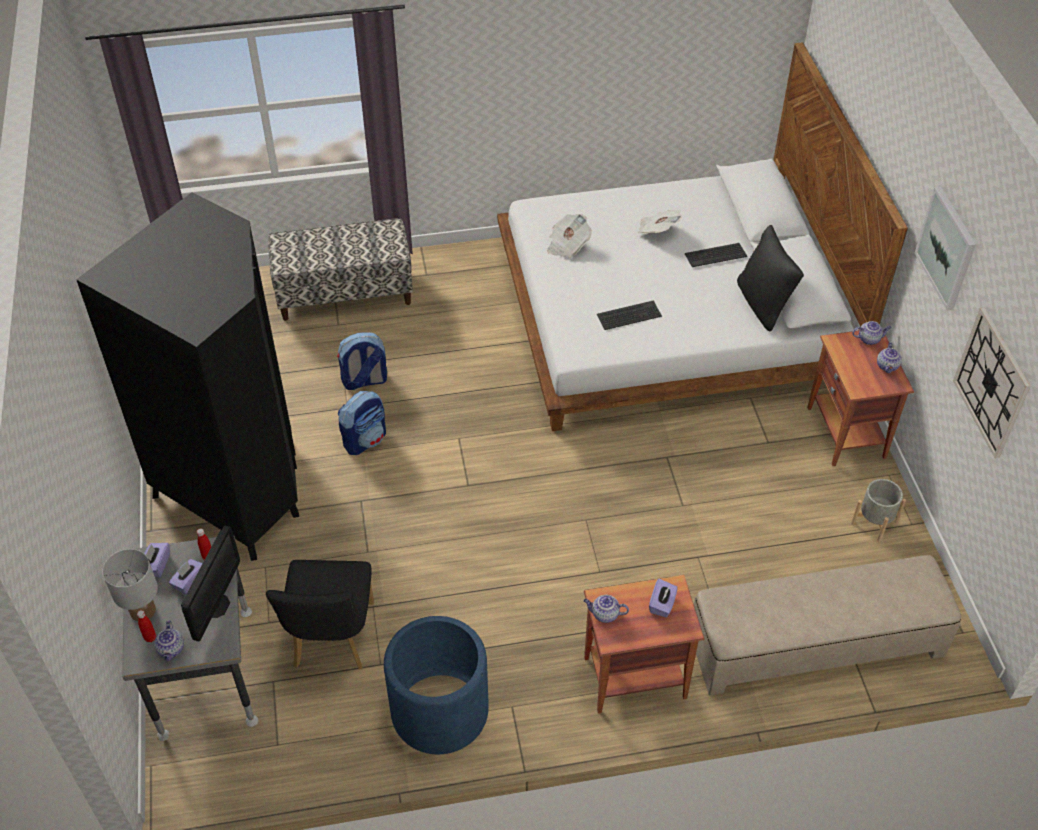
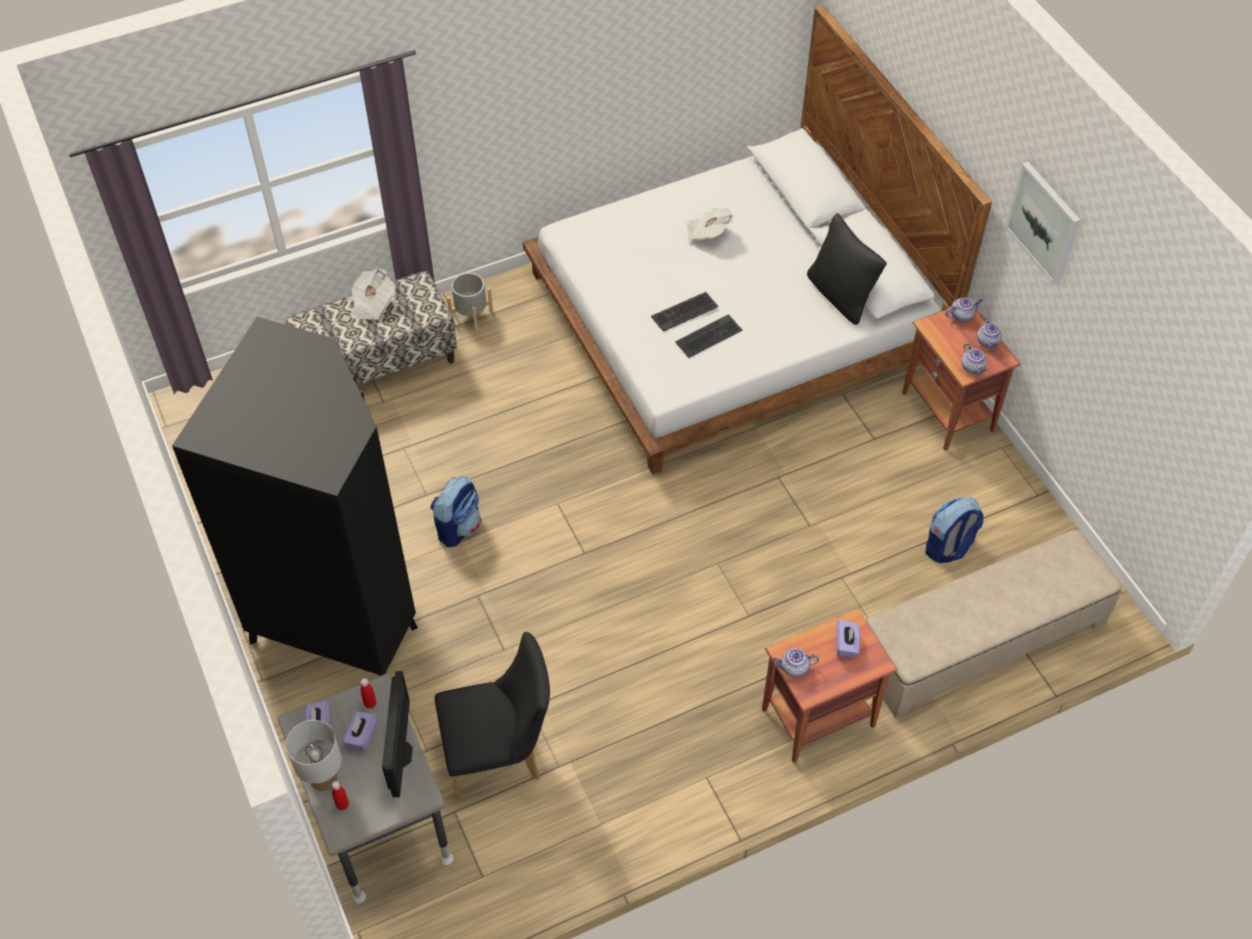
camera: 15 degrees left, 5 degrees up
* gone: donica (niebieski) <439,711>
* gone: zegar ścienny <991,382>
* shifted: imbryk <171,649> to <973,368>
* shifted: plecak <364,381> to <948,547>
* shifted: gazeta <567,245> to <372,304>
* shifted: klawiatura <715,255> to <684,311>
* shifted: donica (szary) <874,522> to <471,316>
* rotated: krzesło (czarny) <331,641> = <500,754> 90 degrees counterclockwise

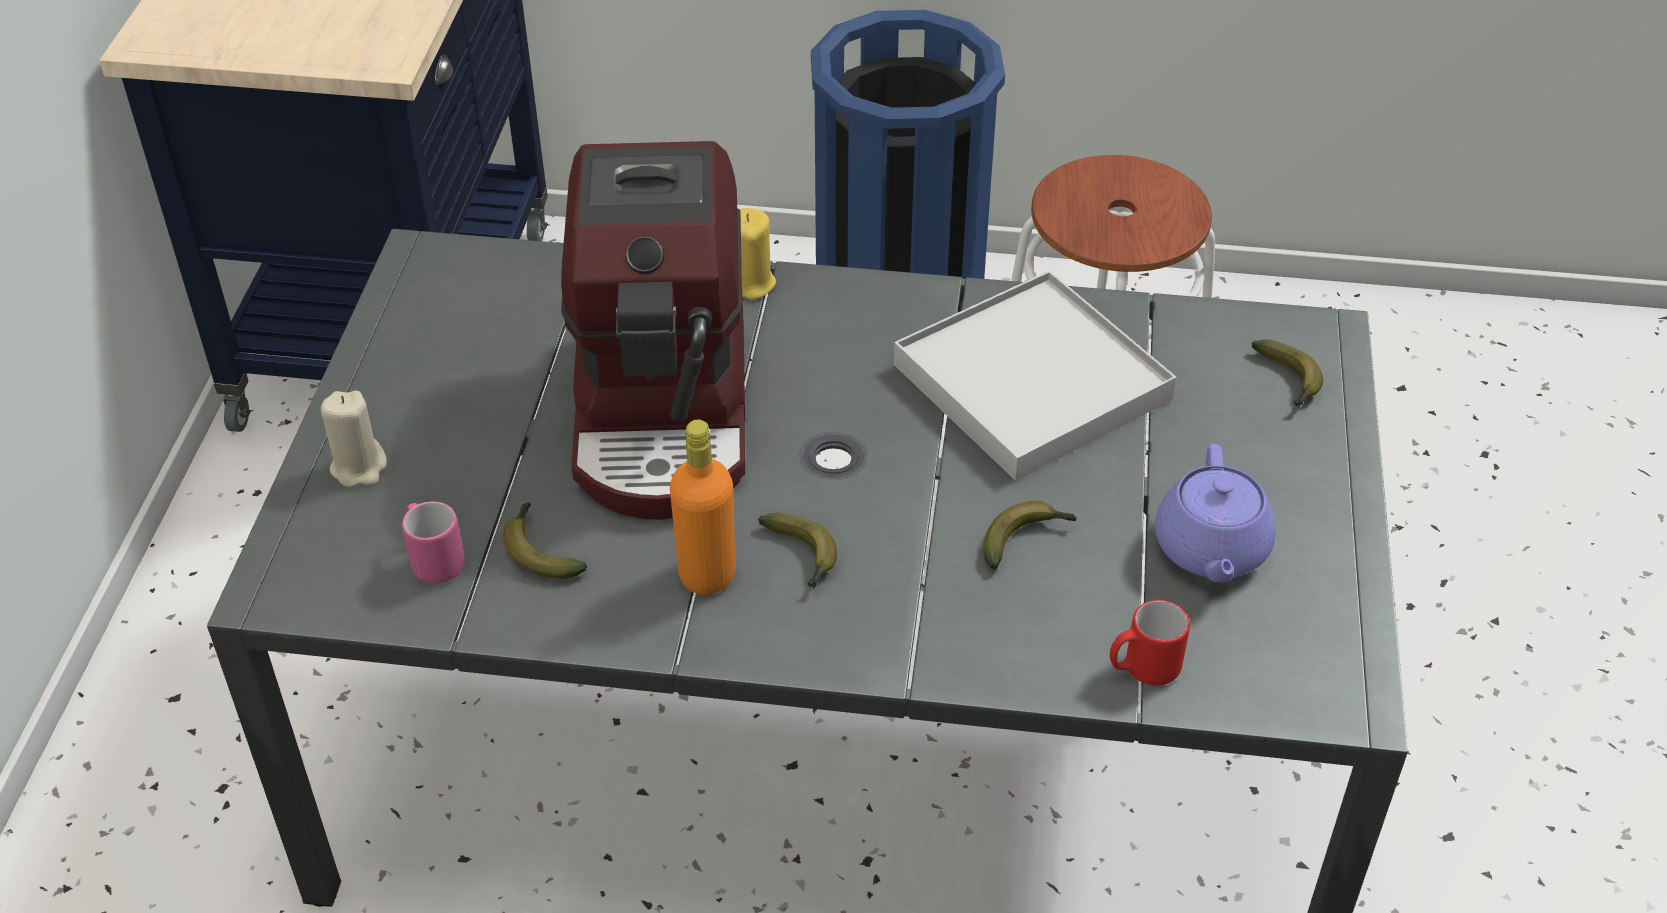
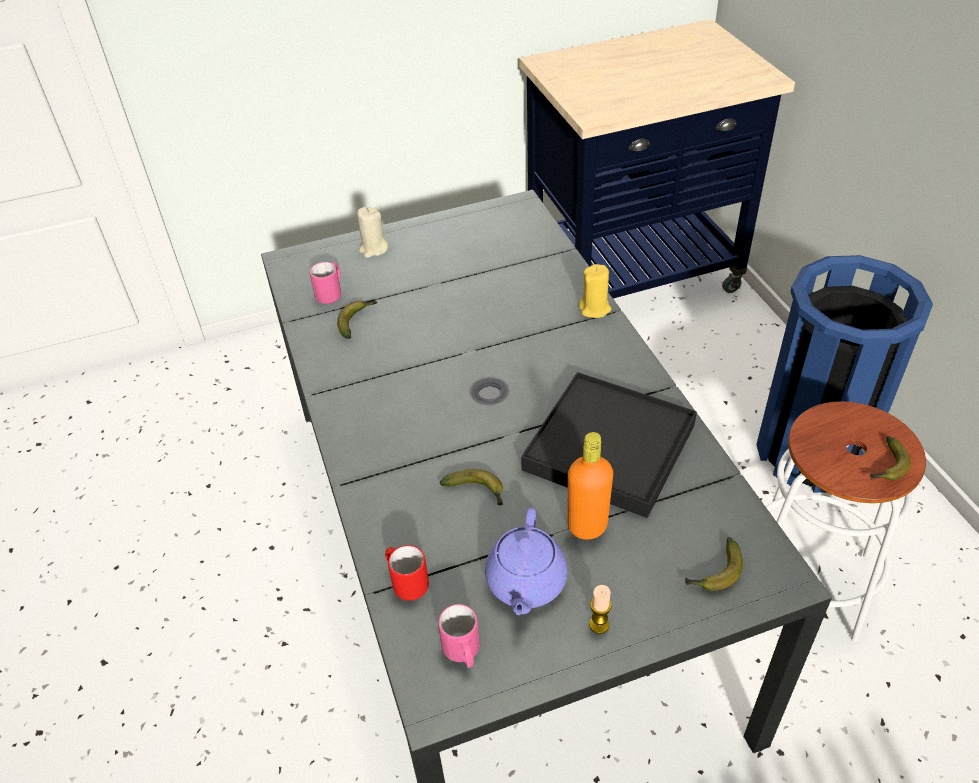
camera: 65 degrees right, 0 degrees up
* gone: ekspres do kawy <666,413>
* new: kubek (różowy) <463,653>
* new: świeca <599,624>
* shifted: butelka (pomarańczowy) <707,574> to <587,526>
* shifted: banan <802,557> to <887,467>
* repainted: taca (biały) <1031,382> to taca (czarny) <609,447>
* rotated: imbryk (fioletowy) <1211,550> = <525,583> 60 degrees counterclockwise

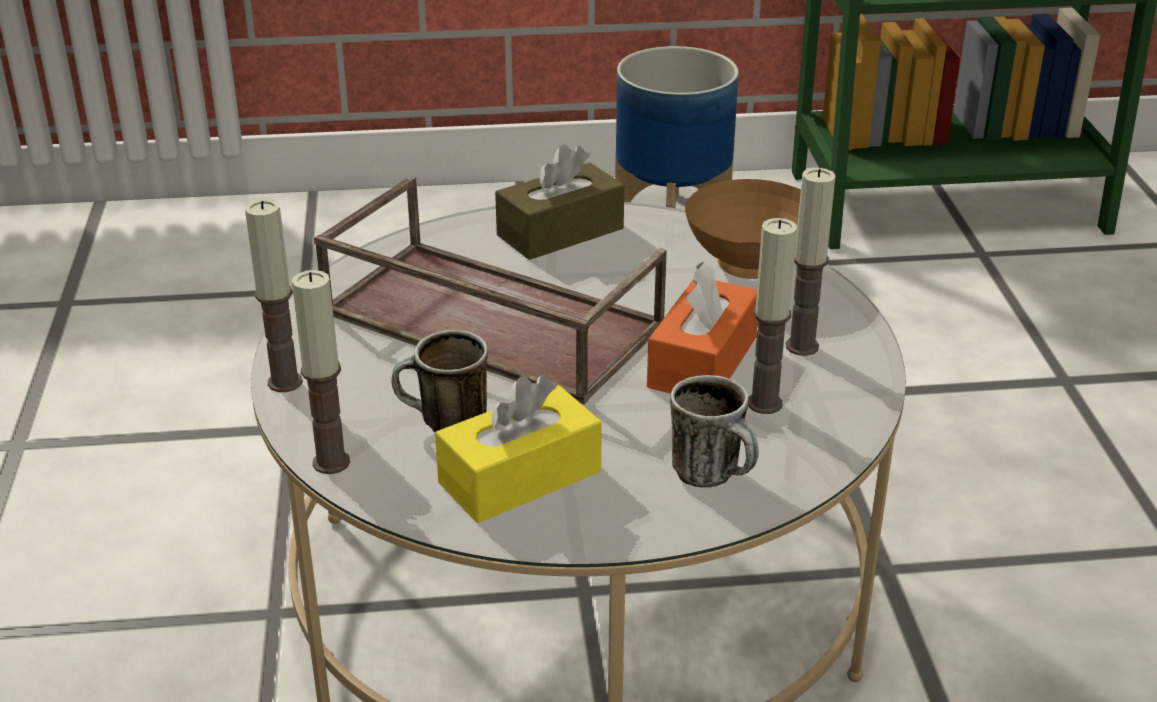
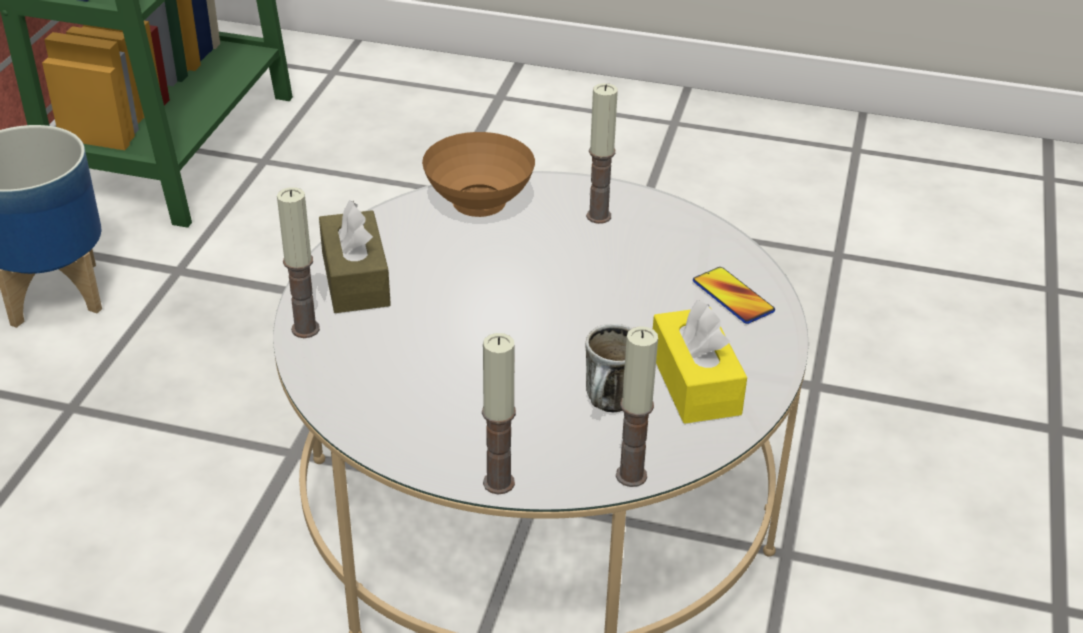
camera: 70 degrees left, 5 degrees up
* gone: taca (brązowy) <487,320>
* gone: pudełko chusteczek (pomarańczowy) <702,362>
* shifted: świeca <765,403> to <305,329>
* swapped: kubek <715,477> to telefon <733,297>

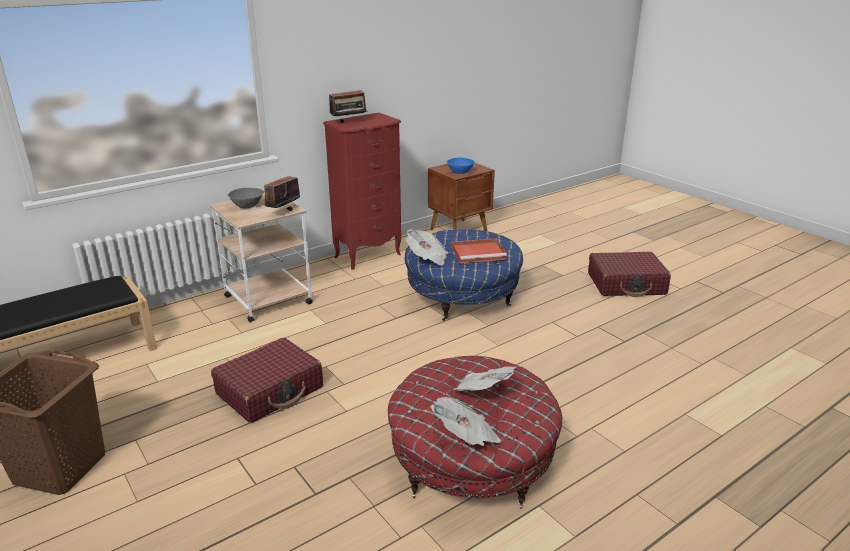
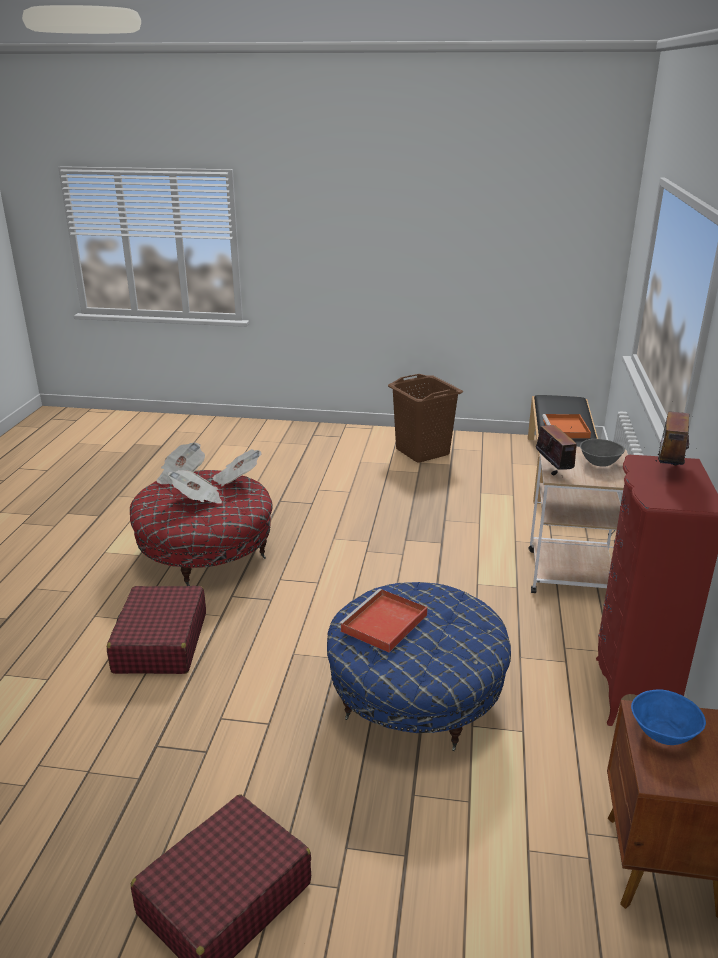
camera: 135 degrees right, 0 degrees up
* new: taca (pomarańczowy) <566,429>
* shifted: walizka (czerwony) <270,391> to <160,643>
* shifted: gazeta <427,257> to <237,479>

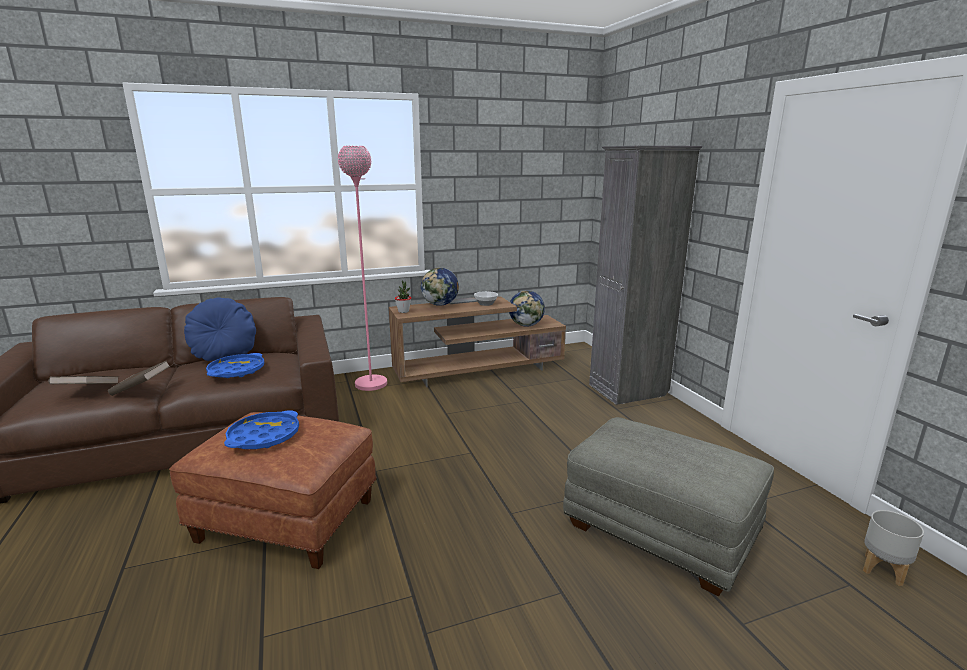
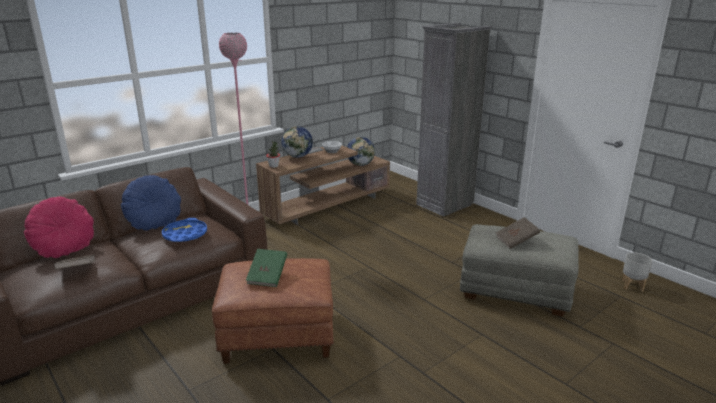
camera: 20 degrees left, 5 degrees up
* new: poduszka (różowy) <65,251>
* shifted: książka (brązowy) <142,389> to <516,241>
* swapped: taca (niebieski) <264,436> to książka (zielony) <268,276>

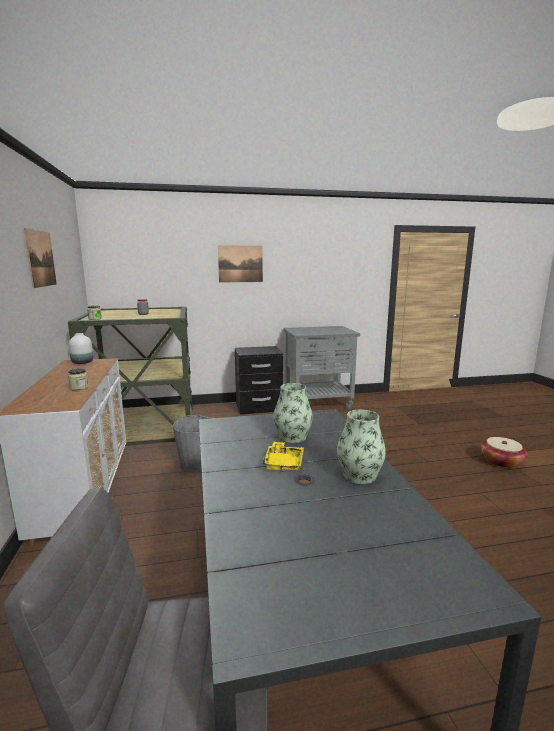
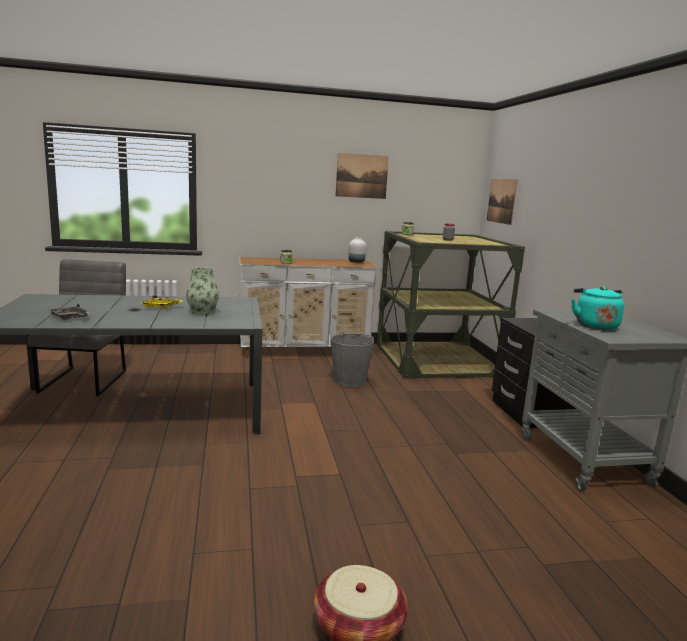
camera: 90 degrees right, 0 degrees up
* gone: wazon <359,475>
* new: taca (szary) <70,318>
* new: czajnik (turkusowy) <594,325>
* shifted: obraz <240,264> to <501,201>

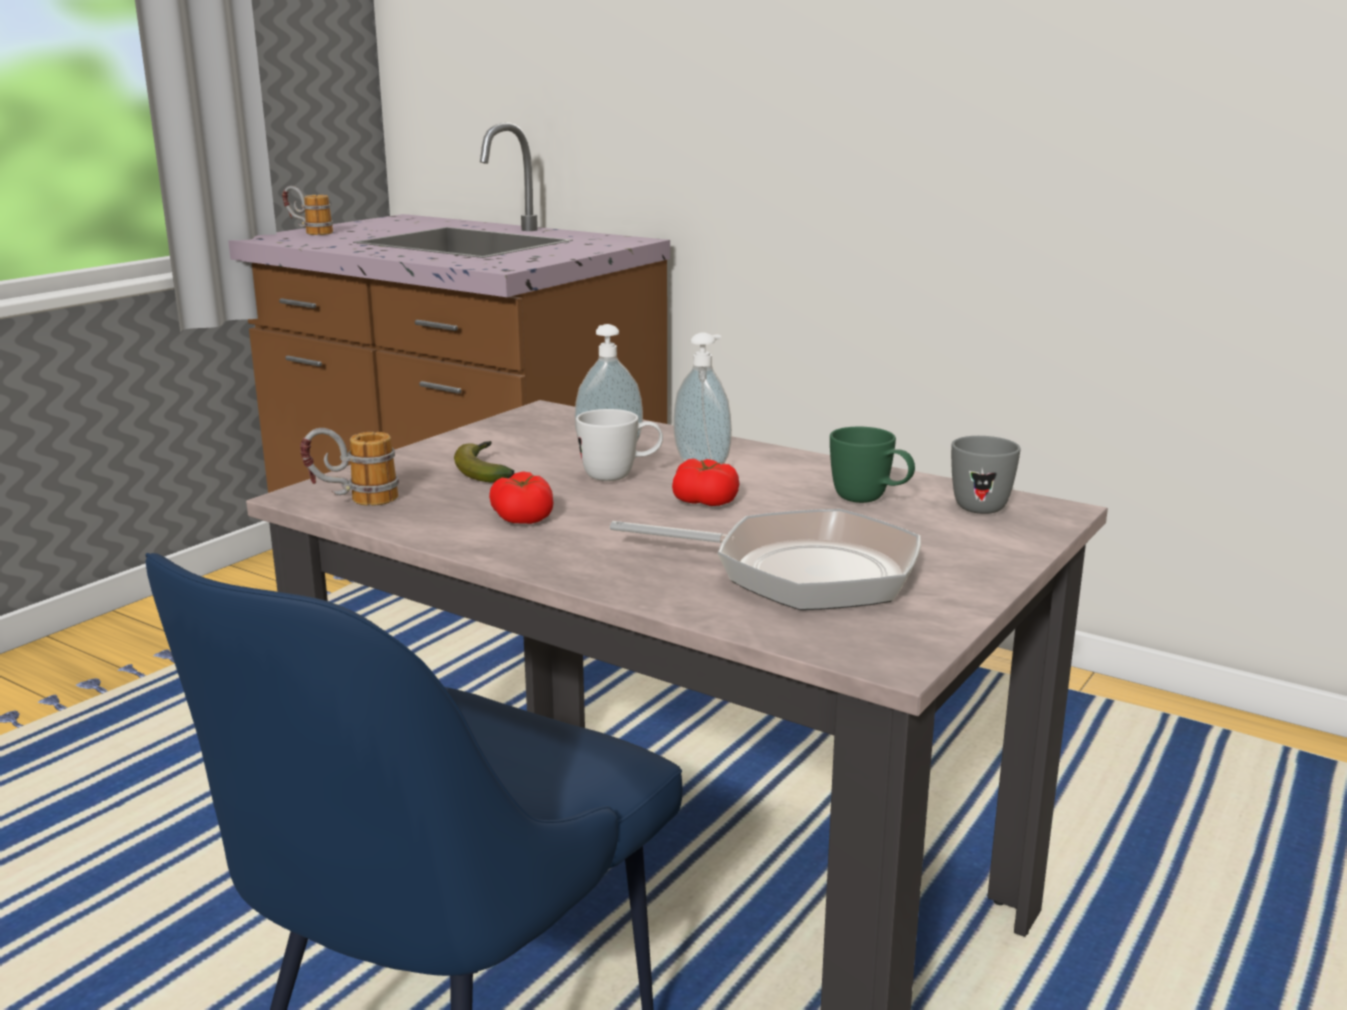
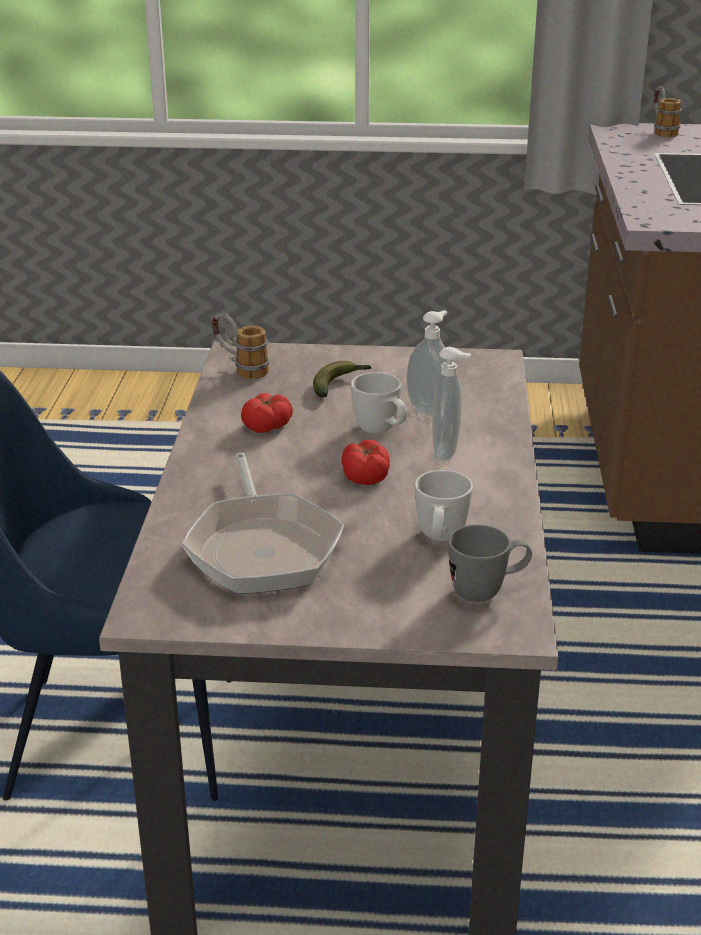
camera: 60 degrees right, 10 degrees up
* repainted: kubek (zielony) <870,501> to kubek (biały) <440,540>

